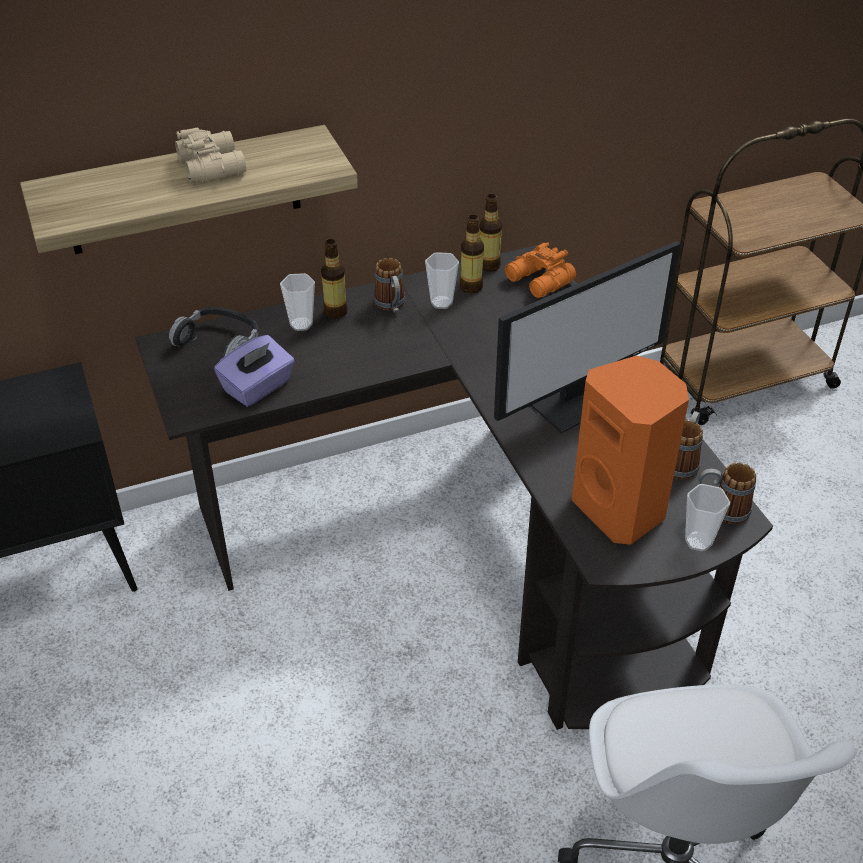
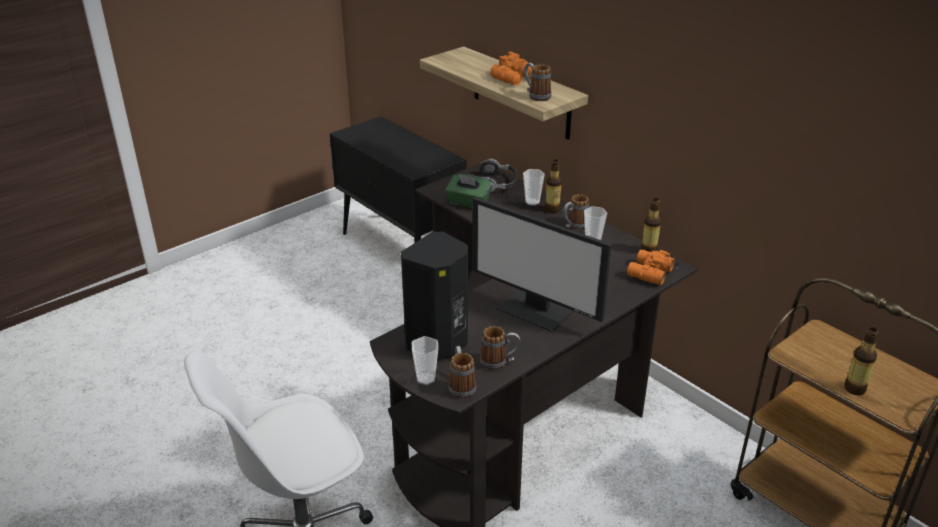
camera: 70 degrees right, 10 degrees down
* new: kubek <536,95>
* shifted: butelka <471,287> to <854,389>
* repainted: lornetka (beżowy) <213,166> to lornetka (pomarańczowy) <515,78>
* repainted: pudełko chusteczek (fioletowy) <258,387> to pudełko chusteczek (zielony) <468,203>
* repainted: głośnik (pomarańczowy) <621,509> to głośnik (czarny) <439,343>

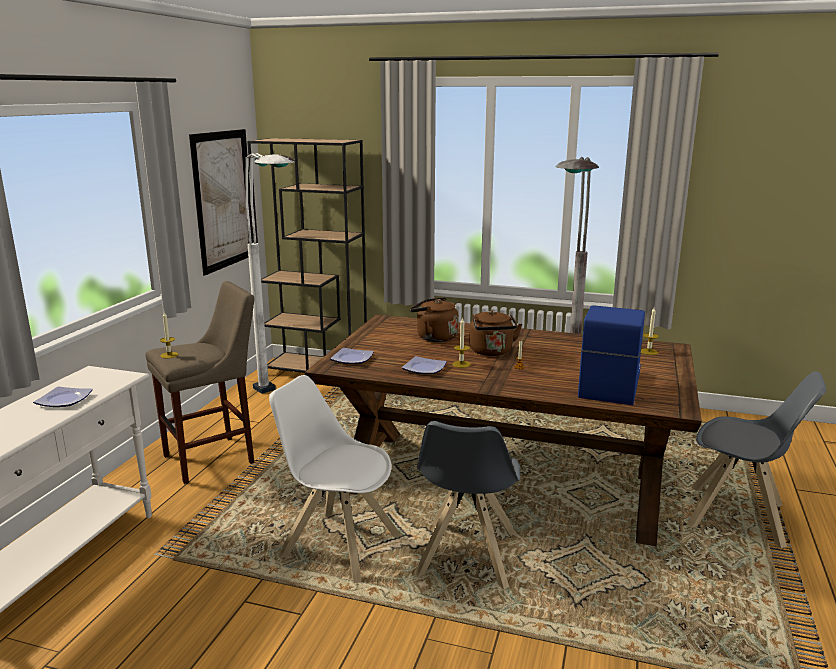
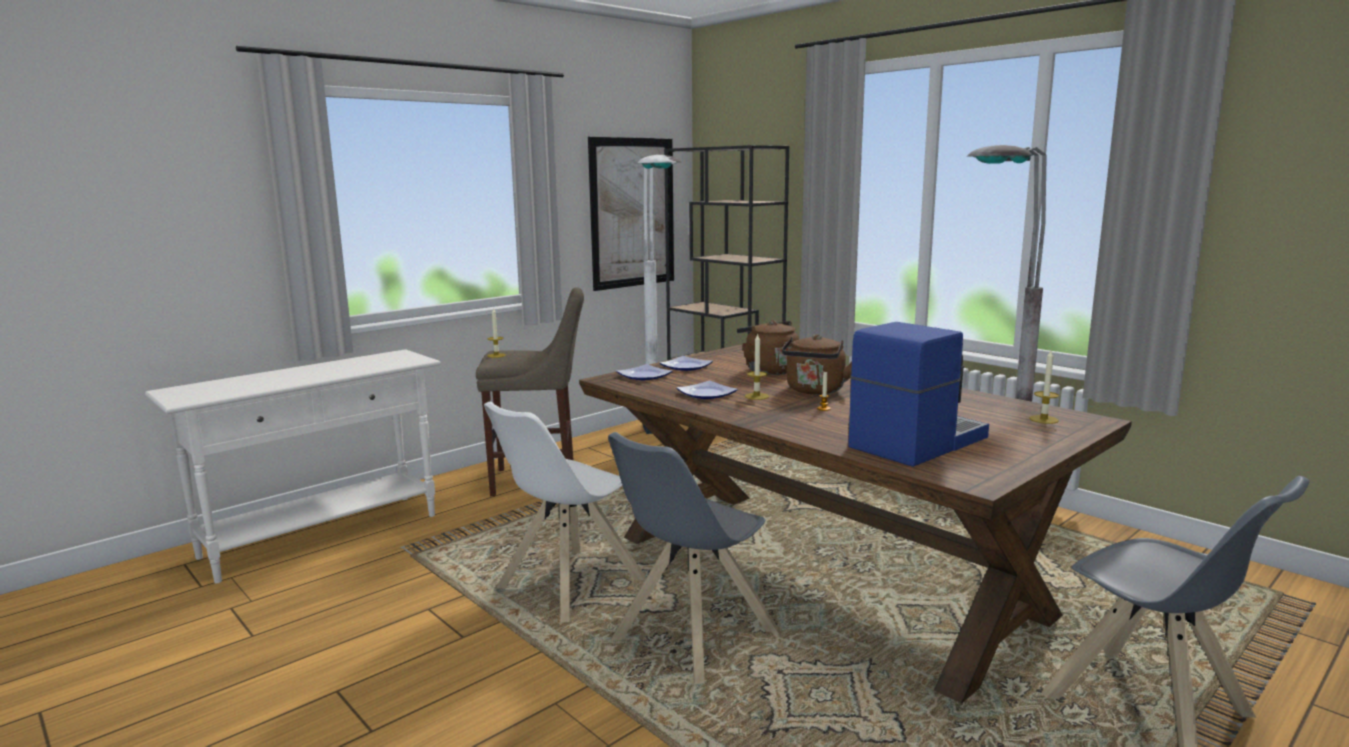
camera: 30 degrees right, 5 degrees down
* shifted: talerz <63,400> to <685,367>
* rotated: krzesło (biały) <338,544> = <567,585> 105 degrees counterclockwise

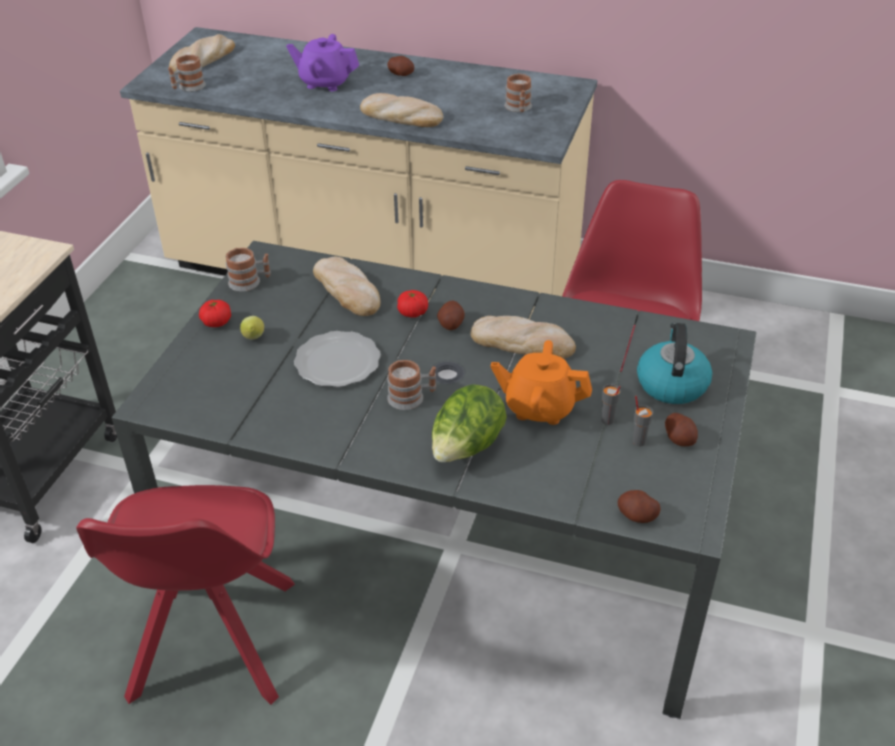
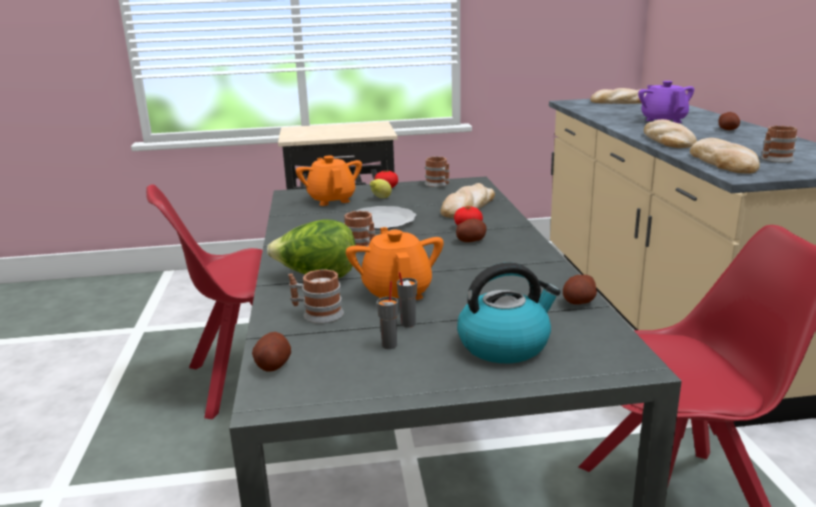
camera: 65 degrees right, 20 degrees down
* new: imbryk (pomarańczowy) <331,200>
* shifted: kubek <188,87> to <317,314>
* shifted: chleb <522,342> to <724,162>
* shifted: ziemniak <680,439> to <579,302>

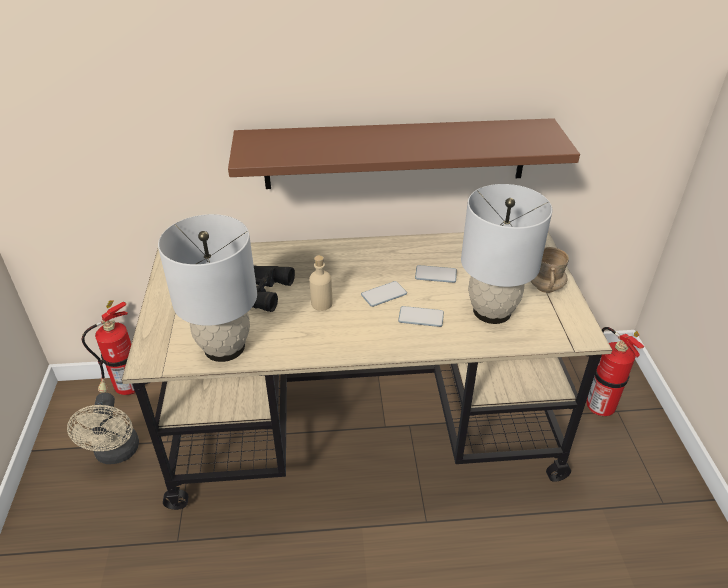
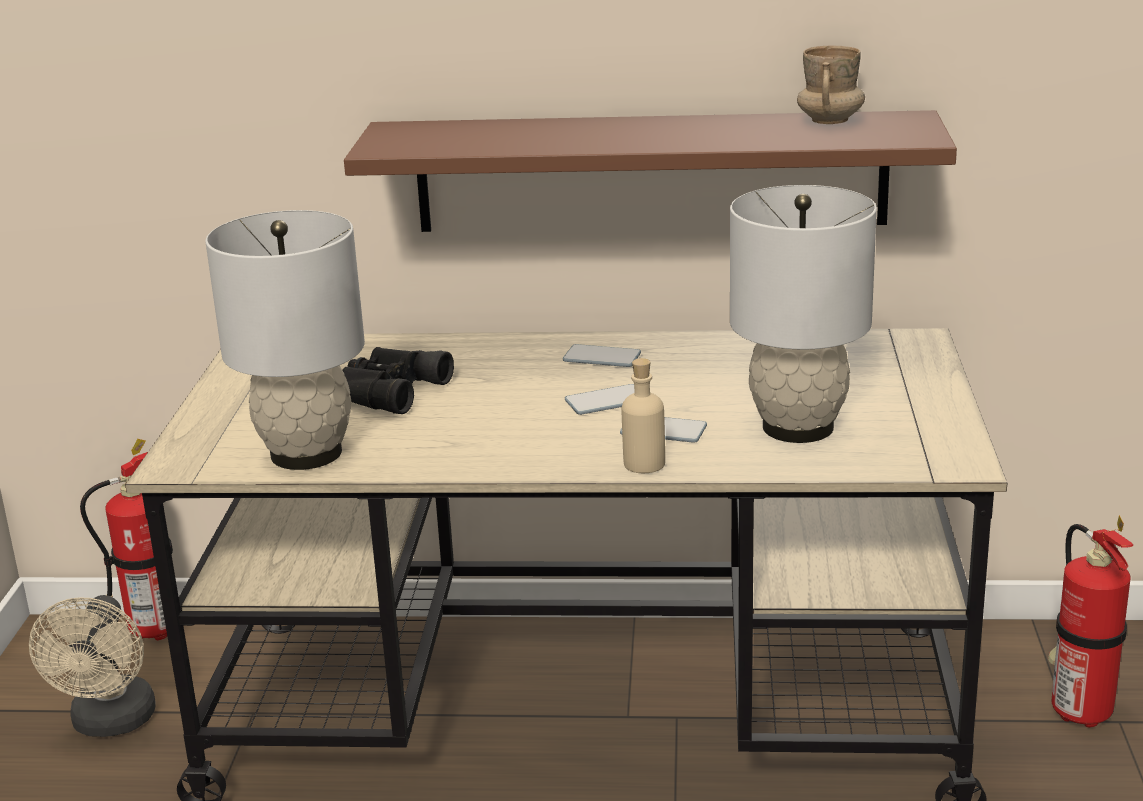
camera: 10 degrees right, 15 degrees down
* shifted: butelka (beżowy) <321,303> to <644,464>
* shifted: telefon <435,275> to <602,358>
* shifted: kubek (beżowy) <546,287> to <830,121>

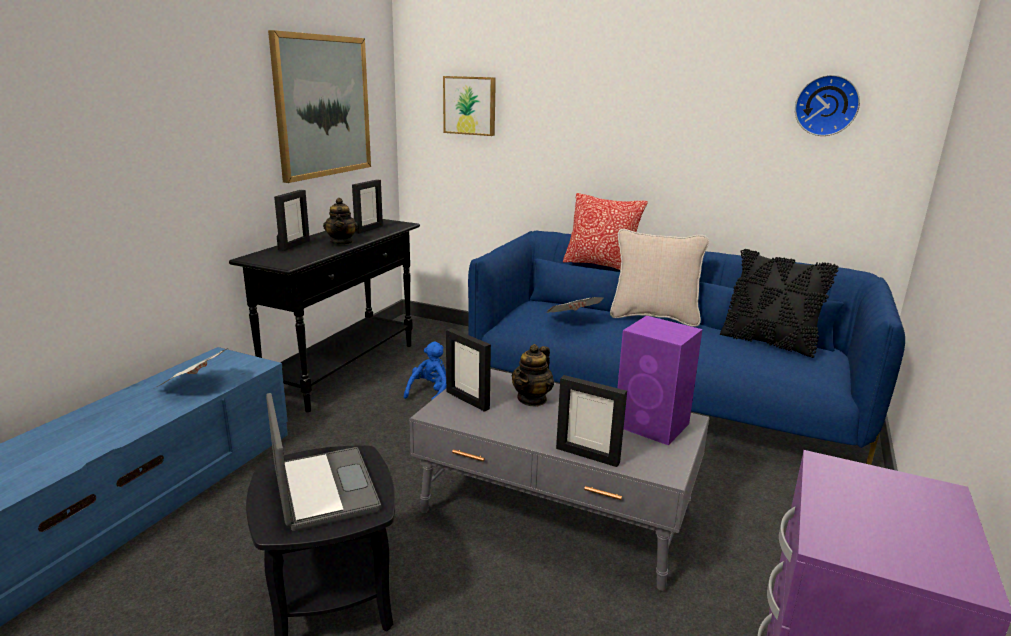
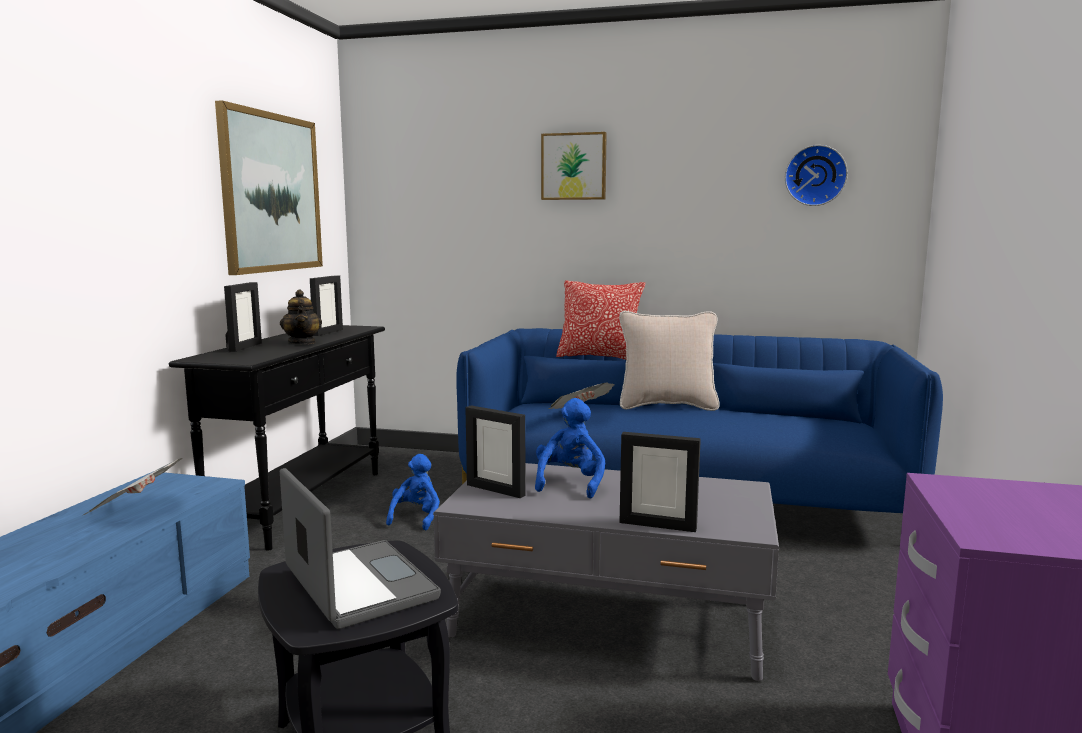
camera: 10 degrees left, 10 degrees down
* gone: głośnik (fioletowy) <653,425>
* gone: poduszka (czarny) <769,342>
* shifted: obraz <470,105> to <574,166>
* swapped: imbryk <532,399> to pluszak (niebieski) <570,483>

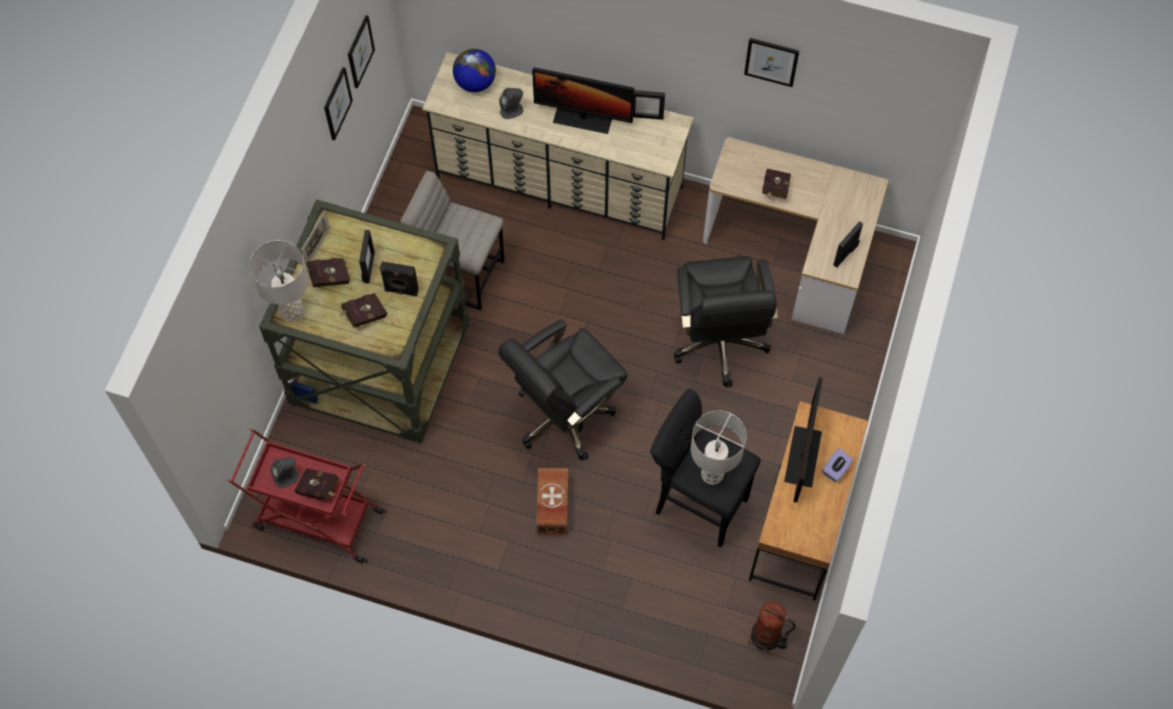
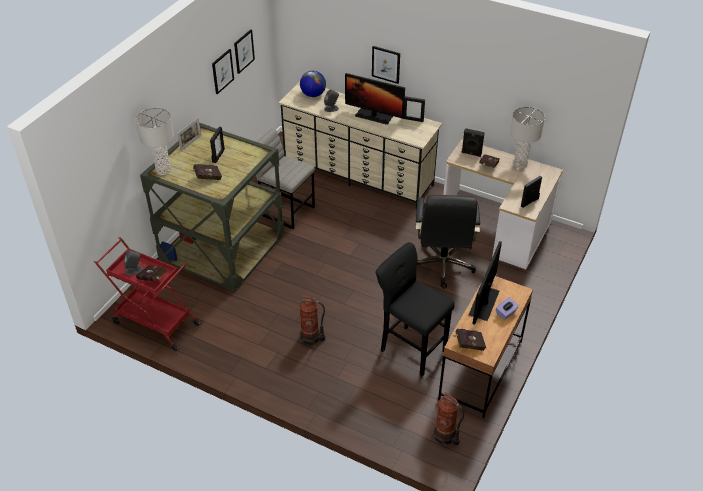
camera: 10 degrees right, 20 degrees down
* gone: krzesło biurowe (czarny) <565,414>
* shifted: książka (czerwony) <327,277> to <468,344>
* shifted: głośnik (czarny) <401,291> to <471,154>
* shifted: lampa stołowa (biały) <712,474> to <520,164>
* shifted: obraz <771,61> to <386,64>
* swapped: pojemnik do przechowywania (brązowy) <551,507> to gaśnica <311,337>

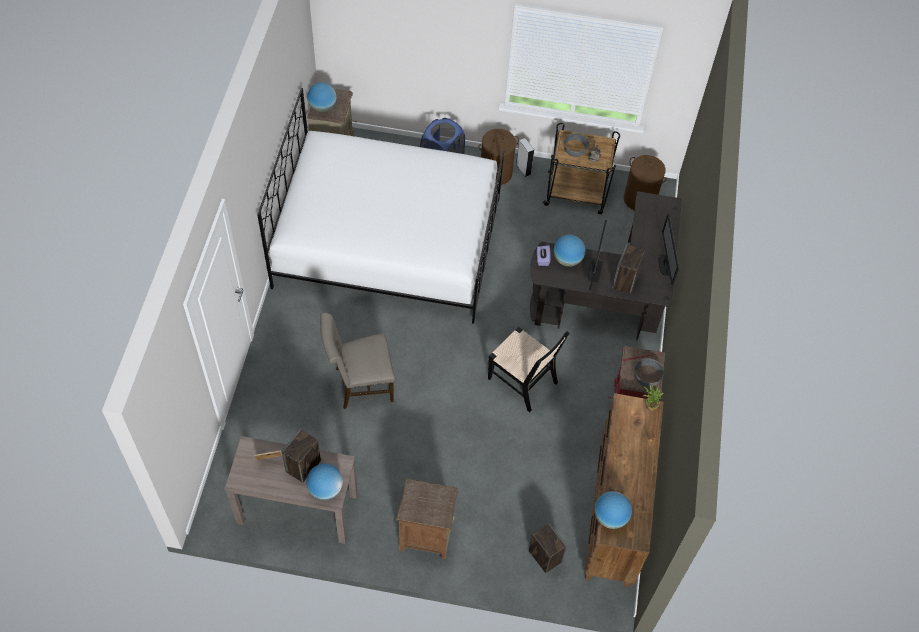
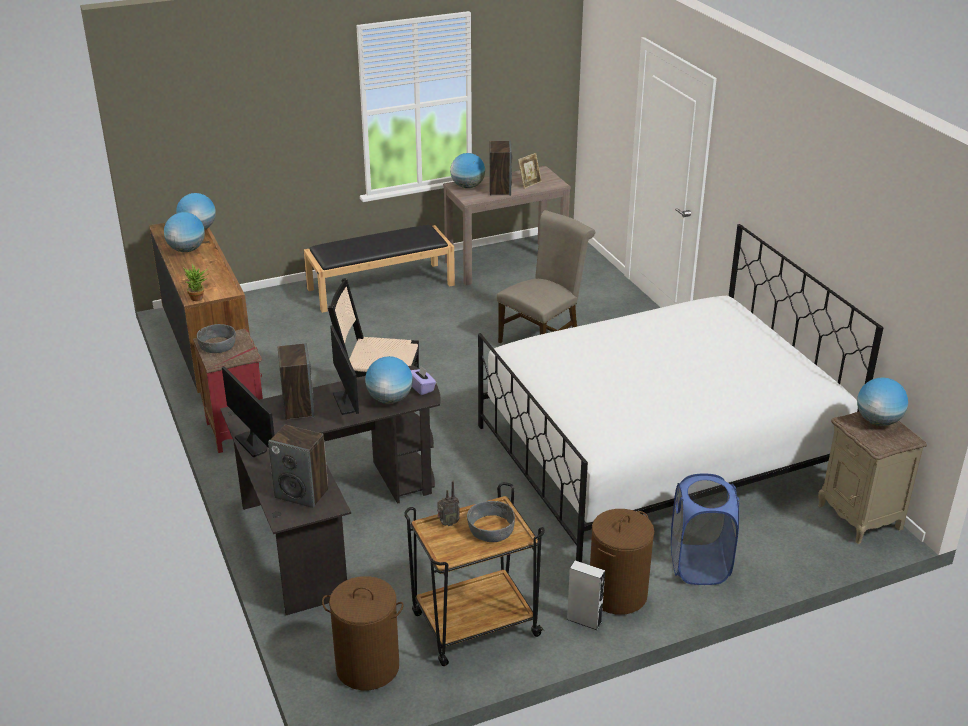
camera: 150 degrees right, 25 degrees down
* new: globus <187,250>
* shifted: głośnik <544,556> to <302,493>
* swapped: szafka nocna (beżowy) <426,534> to ławka (czarny) <381,286>

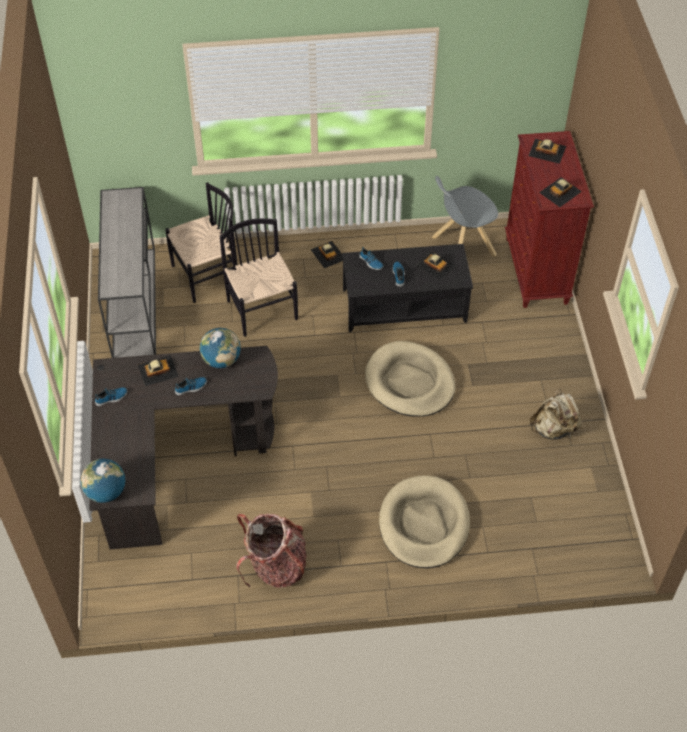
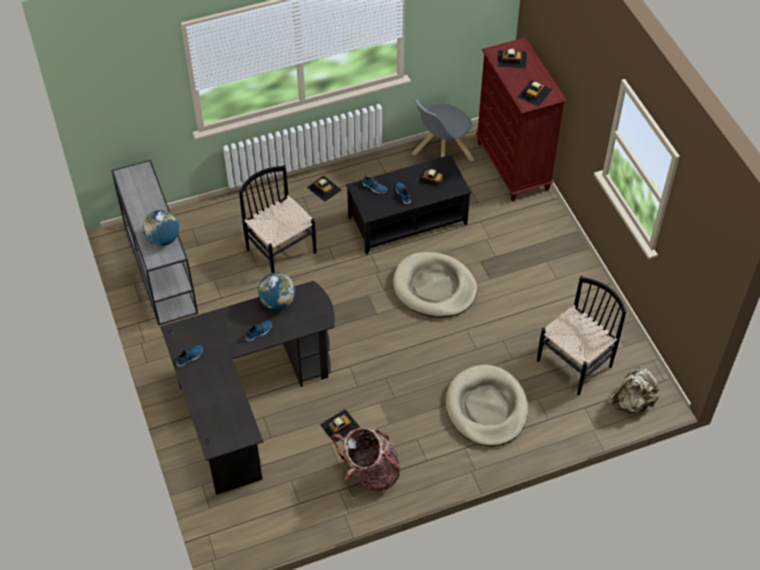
camera: 15 degrees left, 0 degrees up
* shifted: globus <106,492> to <163,239>
* shifted: samochodzik <157,370> to <339,425>
* shifted: krzesło (czarny) <208,275> to <576,362>
* shifted: plecak (beżowy) <553,429> to <633,402>

